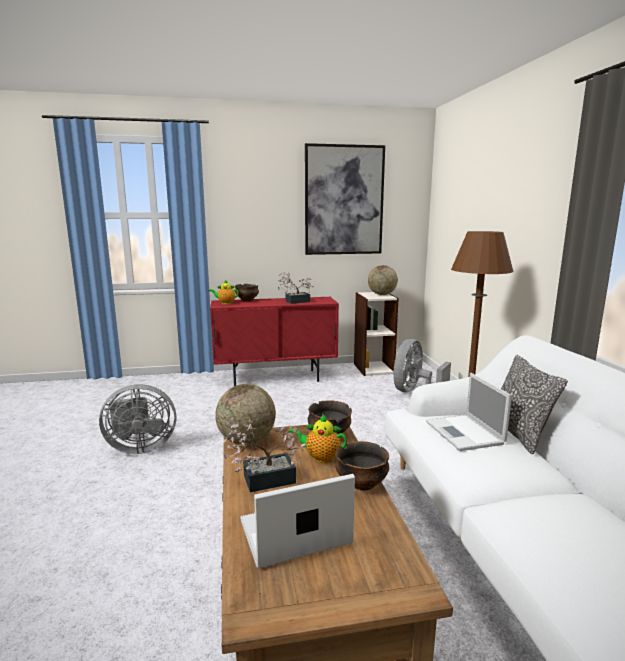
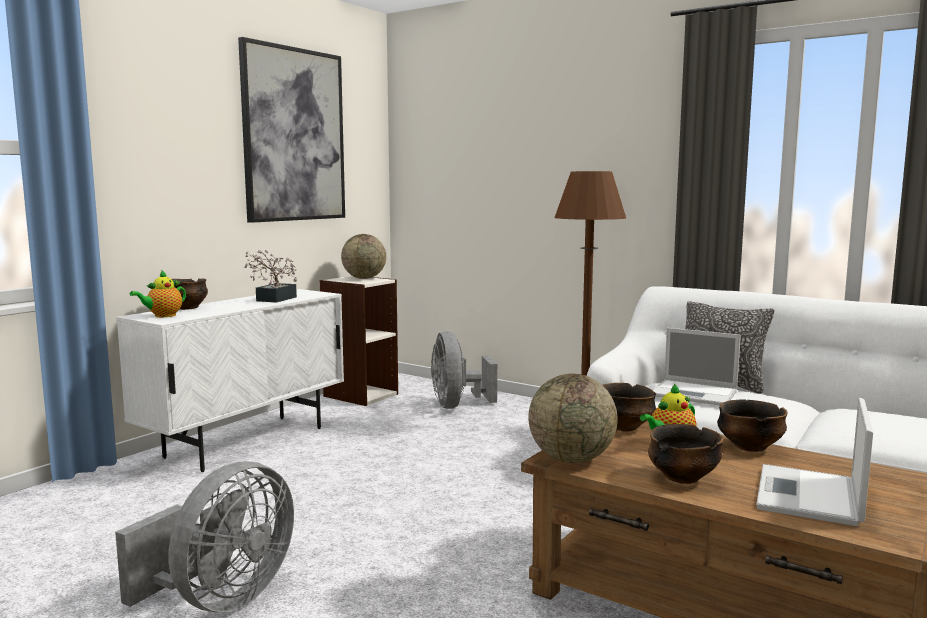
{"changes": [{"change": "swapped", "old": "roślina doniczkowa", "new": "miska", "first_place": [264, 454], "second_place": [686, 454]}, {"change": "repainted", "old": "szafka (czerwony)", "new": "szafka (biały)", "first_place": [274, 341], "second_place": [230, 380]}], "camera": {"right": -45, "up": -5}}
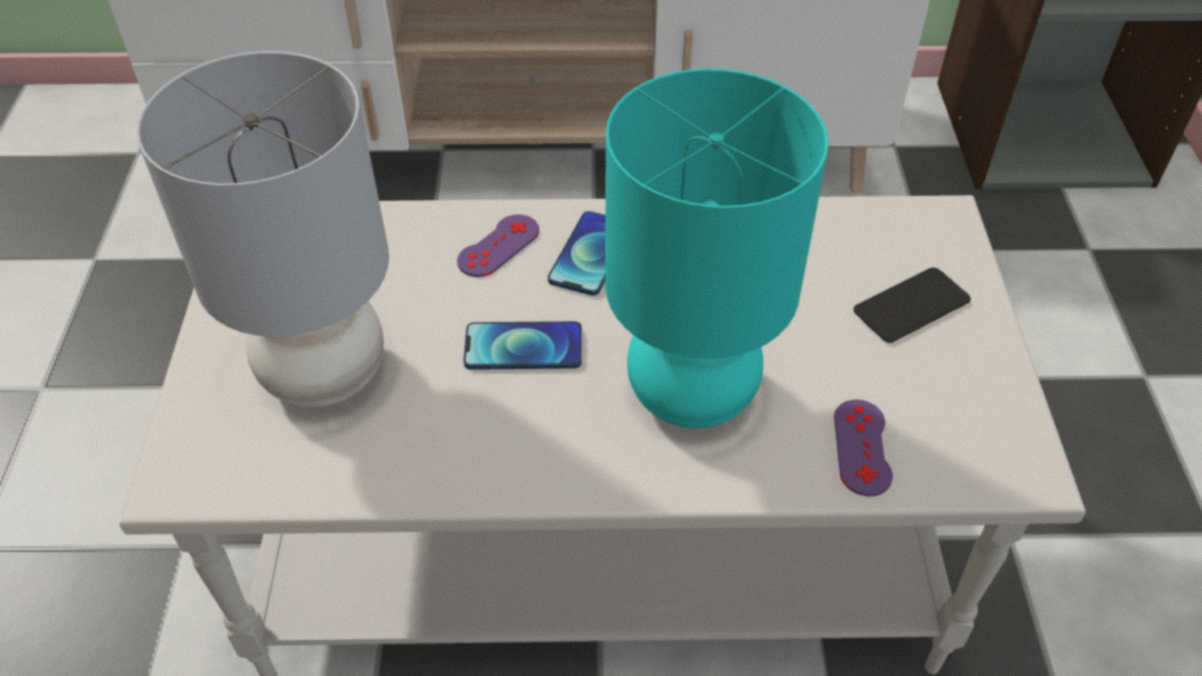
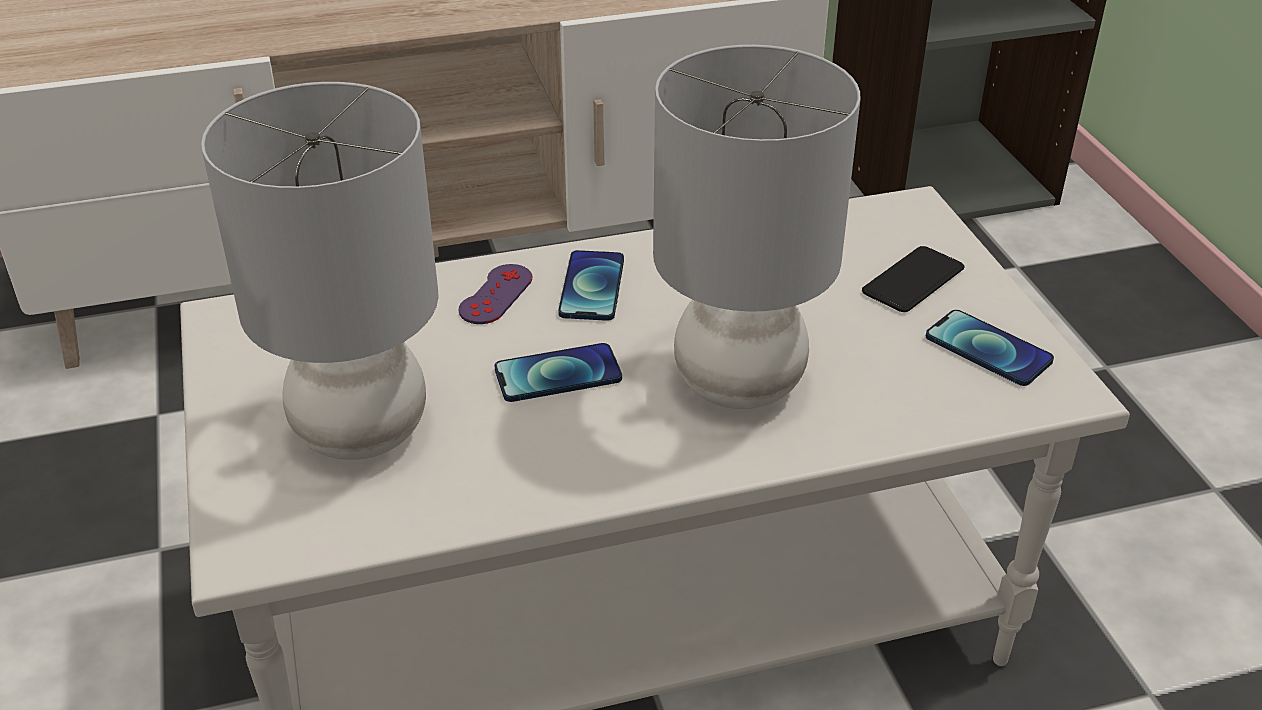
{"changes": [{"change": "gone", "old": "pad do gier (fioletowy)", "first_place": [863, 448]}, {"change": "new", "new": "telefon", "second_place": [990, 348]}, {"change": "repainted", "old": "lampa stołowa (turkusowy)", "new": "lampa stołowa (szary)", "first_place": [717, 248], "second_place": [757, 227]}], "camera": {"right": -15, "up": -10}}
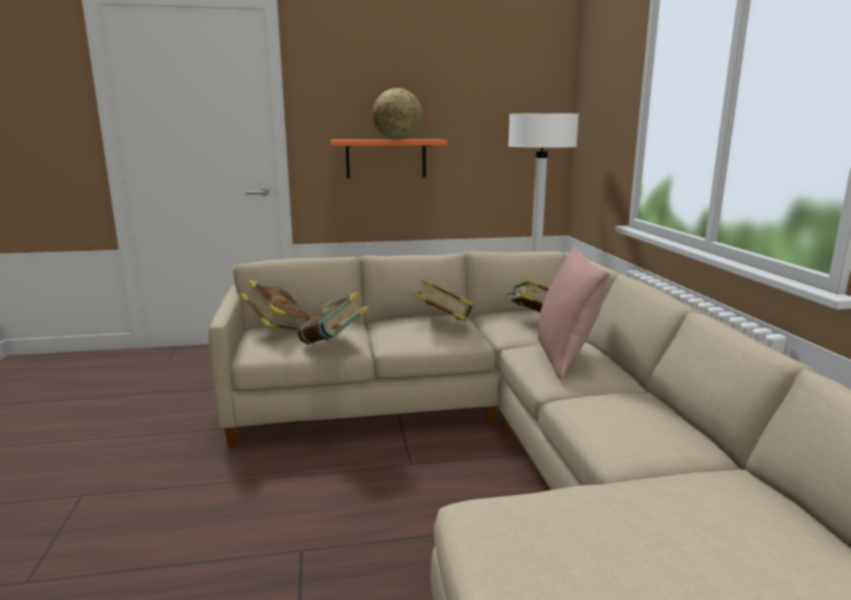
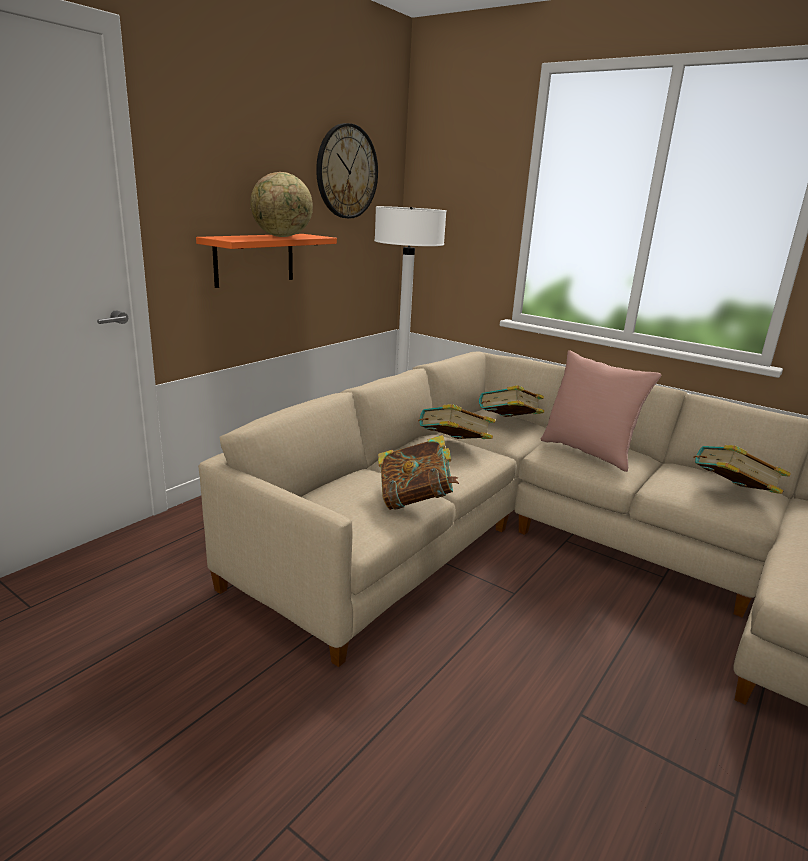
{"changes": [{"change": "new", "new": "zegar ścienny", "second_place": [347, 171]}, {"change": "shifted", "old": "książka", "first_place": [274, 305], "second_place": [742, 469]}], "camera": {"right": -45, "up": 5}}
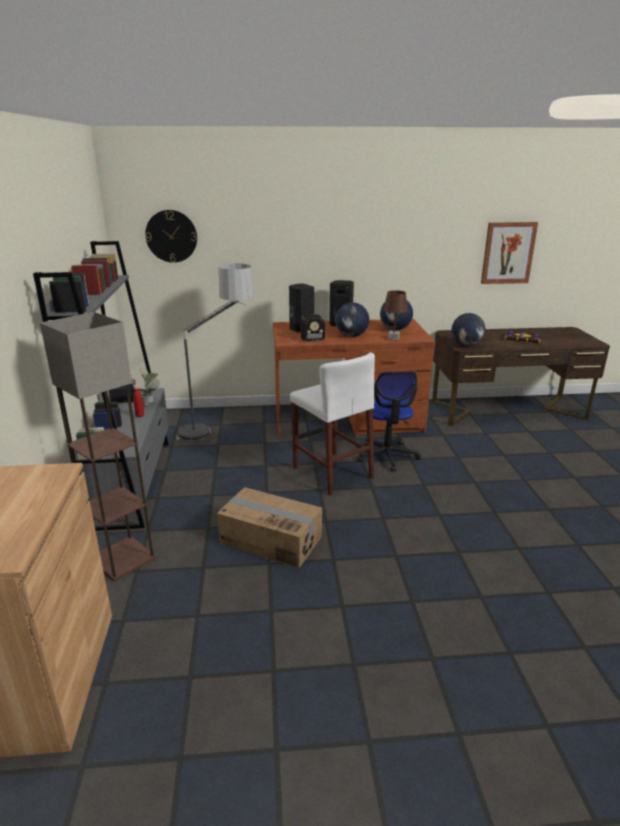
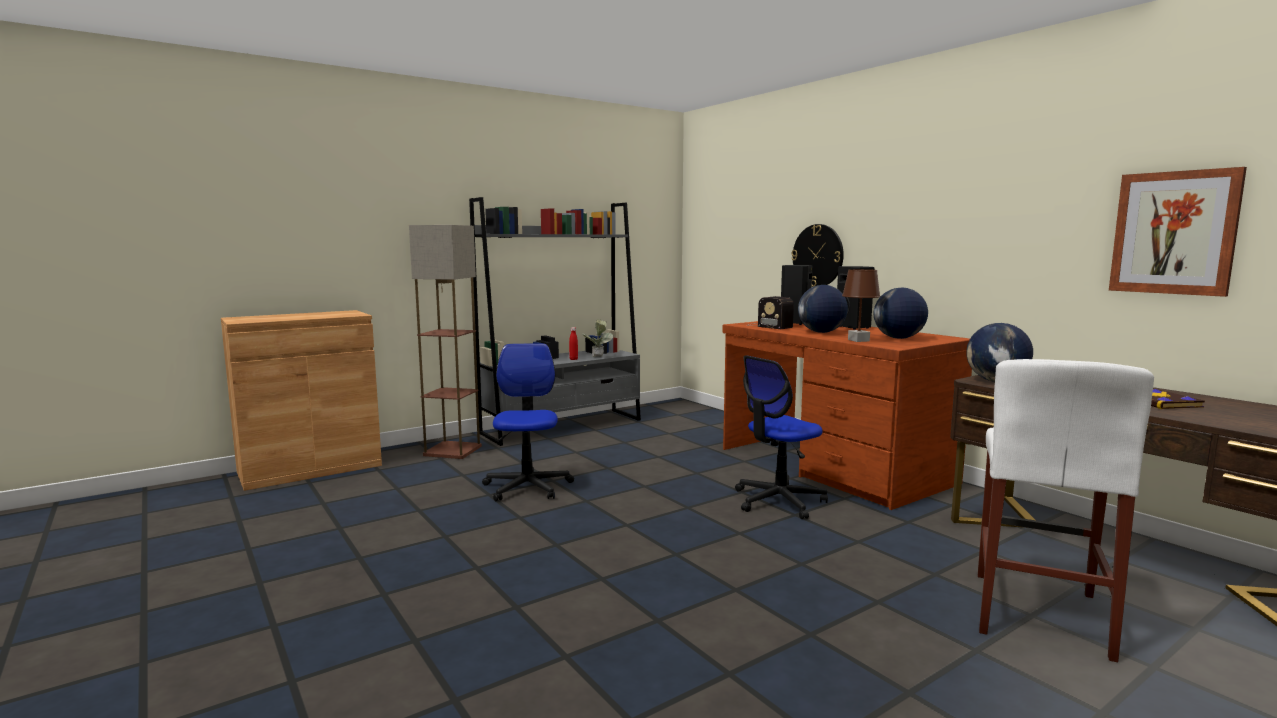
{"changes": [{"change": "gone", "old": "lampa stojąca", "first_place": [215, 352]}, {"change": "shifted", "old": "zegar ścienny", "first_place": [171, 236], "second_place": [818, 255]}, {"change": "shifted", "old": "stołek (biały)", "first_place": [332, 424], "second_place": [1066, 510]}, {"change": "swapped", "old": "karton", "new": "krzesło biurowe", "first_place": [269, 527], "second_place": [528, 422]}], "camera": {"right": 60, "up": -15}}
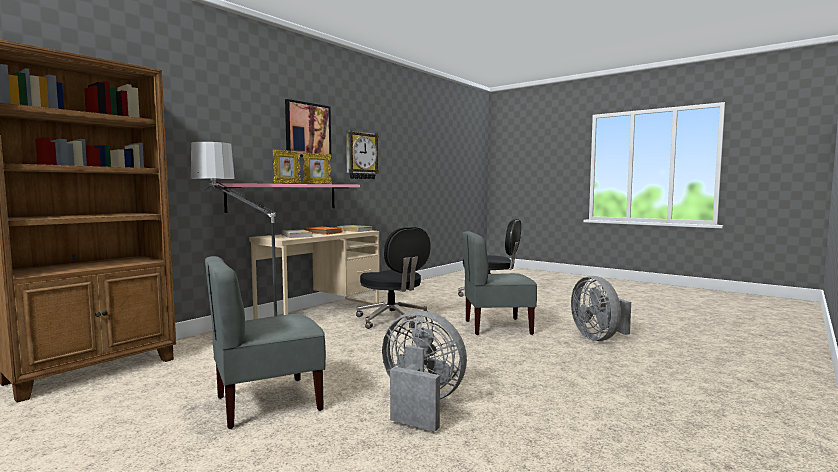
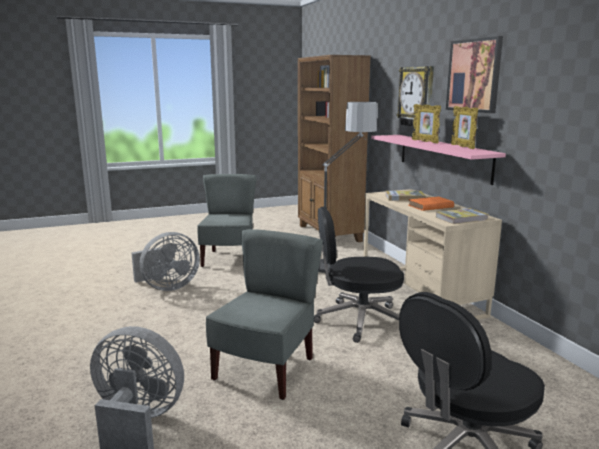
{"changes": [{"change": "shifted", "old": "zegar ścienny", "first_place": [362, 154], "second_place": [415, 96]}], "camera": {"right": 120, "up": 10}}
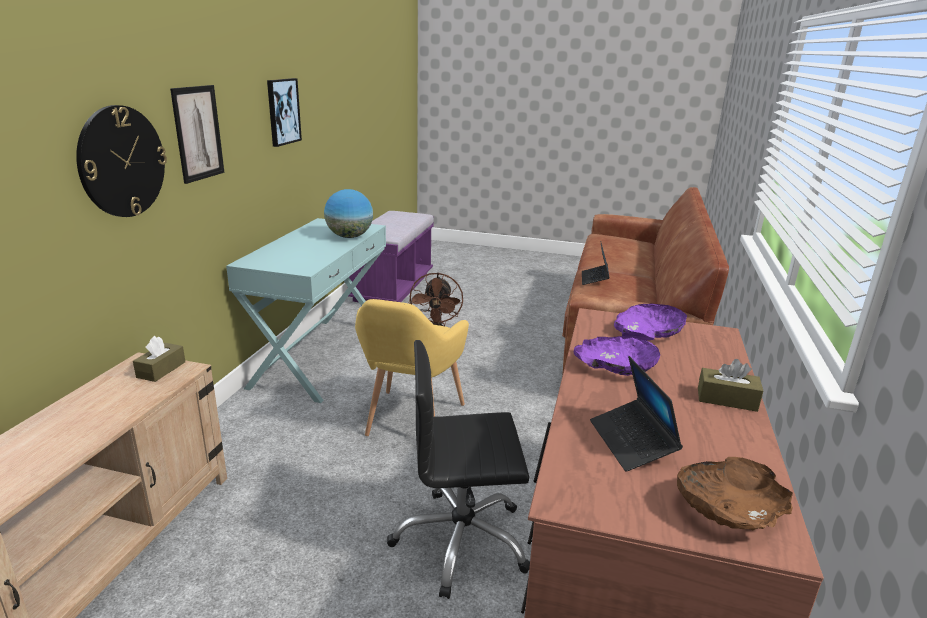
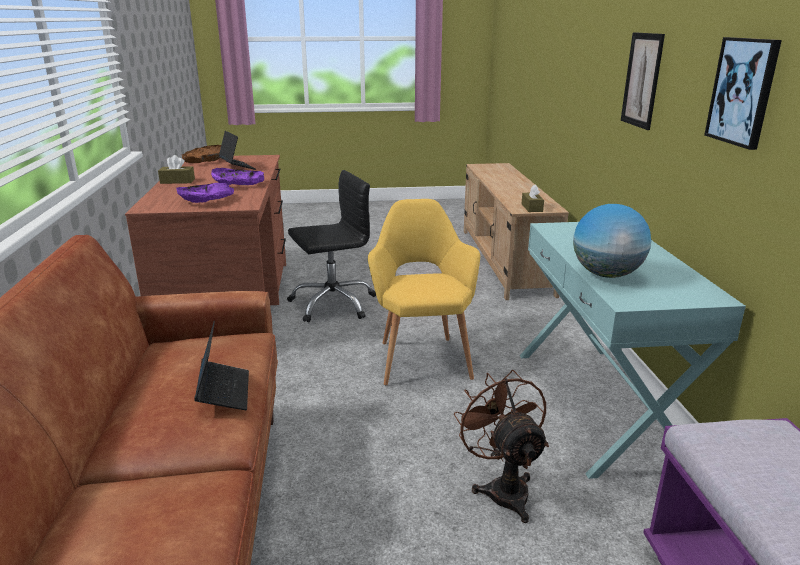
{"changes": [{"change": "gone", "old": "zegar ścienny", "first_place": [121, 161]}], "camera": {"right": 160, "up": 0}}
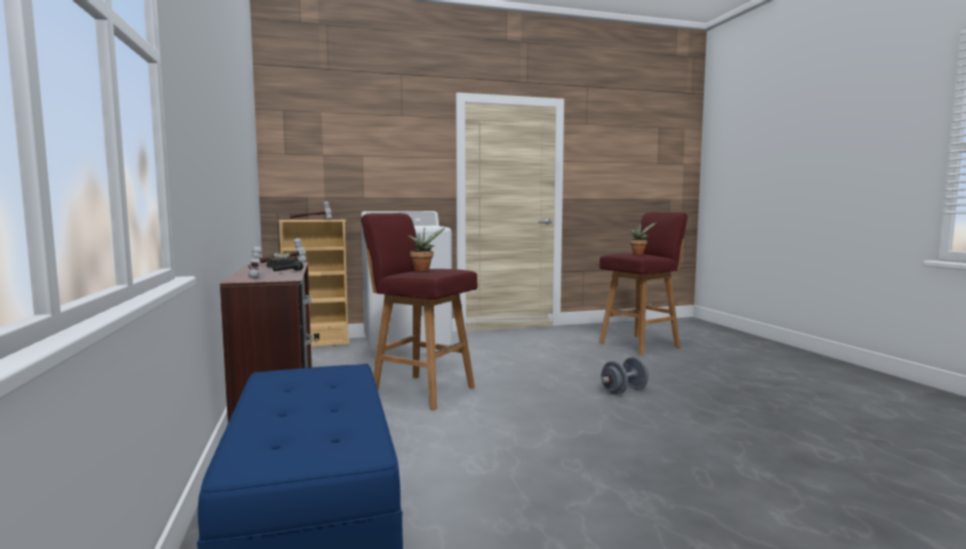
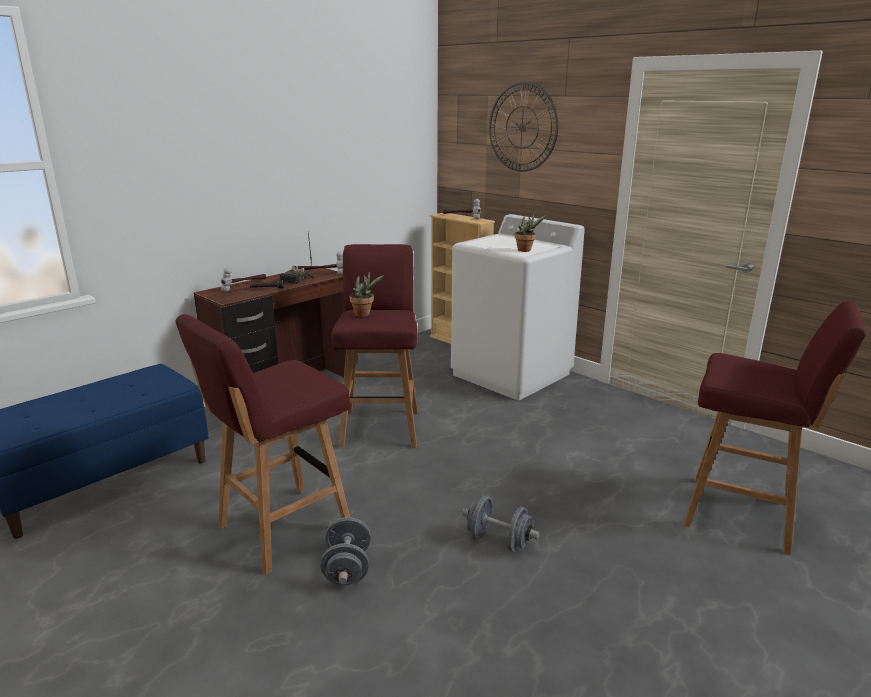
{"changes": [{"change": "new", "new": "stołek (czerwony)", "second_place": [262, 444]}, {"change": "new", "new": "hantel (szary)", "second_place": [345, 551]}, {"change": "new", "new": "zegar ścienny", "second_place": [523, 126]}, {"change": "shifted", "old": "roślina doniczkowa", "first_place": [642, 238], "second_place": [531, 232]}], "camera": {"right": 60, "up": 15}}
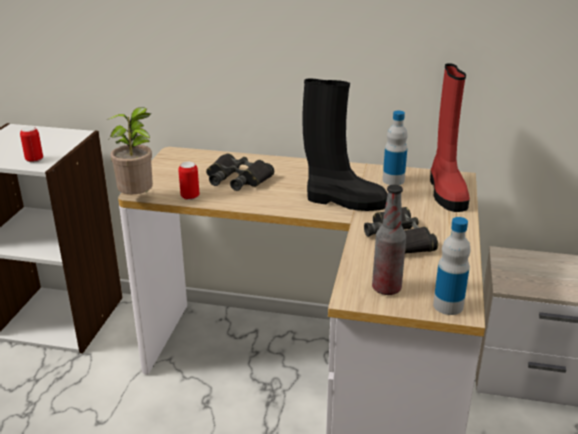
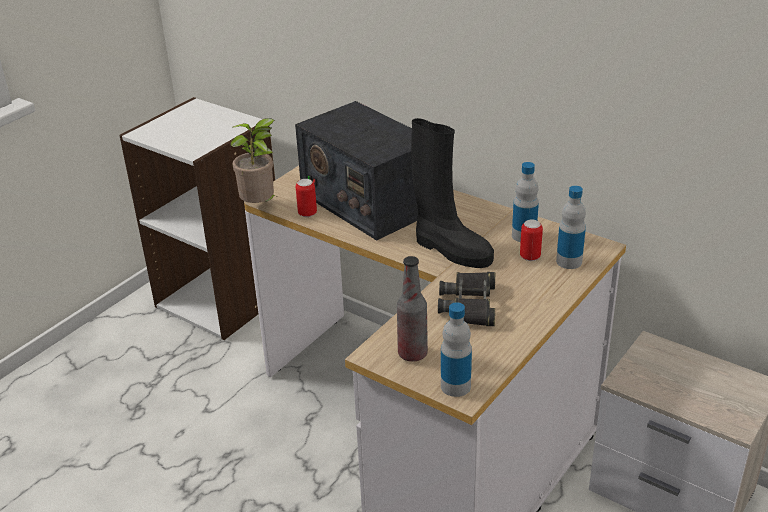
{"changes": [{"change": "shifted", "old": "puszka", "first_place": [31, 144], "second_place": [531, 240]}, {"change": "swapped", "old": "lornetka (czarny)", "new": "radio", "first_place": [240, 172], "second_place": [356, 171]}, {"change": "swapped", "old": "but z cholewką (czerwony)", "new": "butelka", "first_place": [450, 137], "second_place": [571, 227]}], "camera": {"right": 25, "up": 5}}
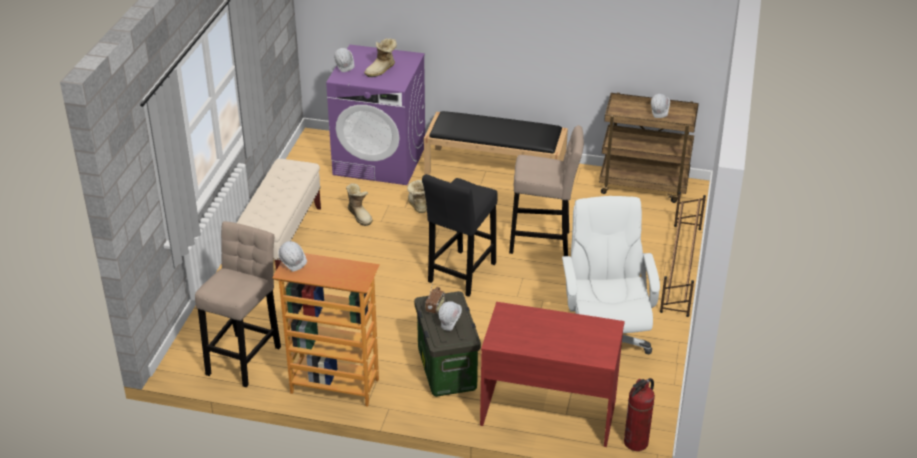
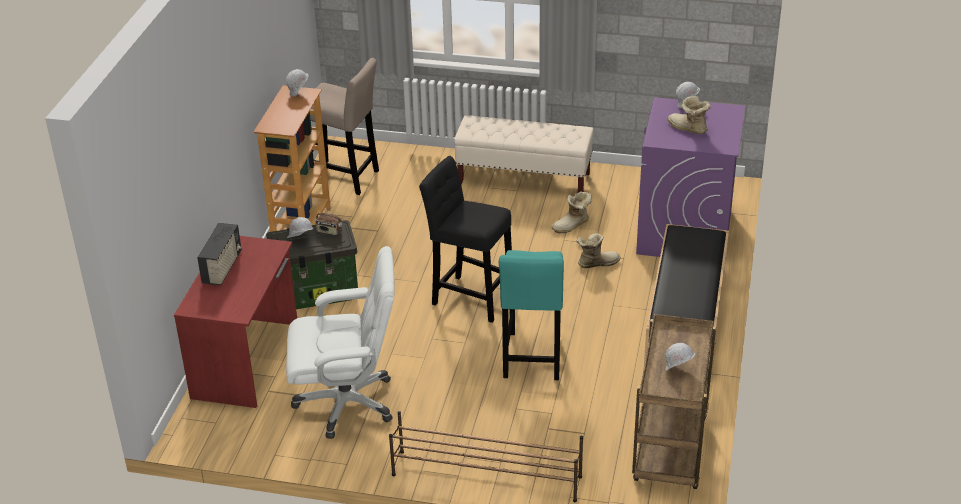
{"changes": [{"change": "gone", "old": "gaśnica", "first_place": [639, 414]}, {"change": "new", "new": "radio", "second_place": [219, 254]}, {"change": "repainted", "old": "stołek (beżowy)", "new": "stołek (turkusowy)", "first_place": [546, 190], "second_place": [531, 315]}], "camera": {"right": 90, "up": 0}}
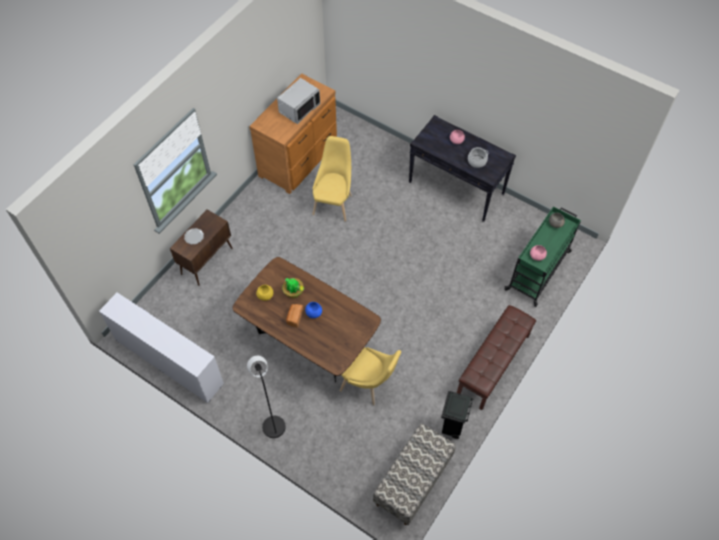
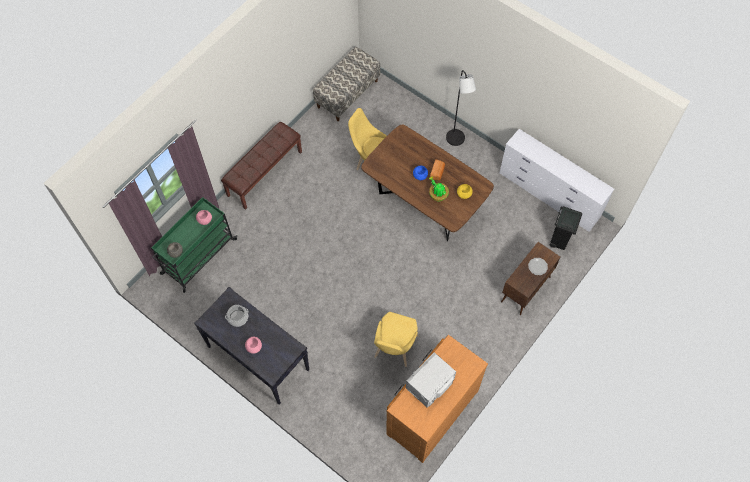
{"changes": [{"change": "shifted", "old": "kosz na śmieci (czarny)", "first_place": [457, 415], "second_place": [565, 228]}], "camera": {"right": -175, "up": 5}}
